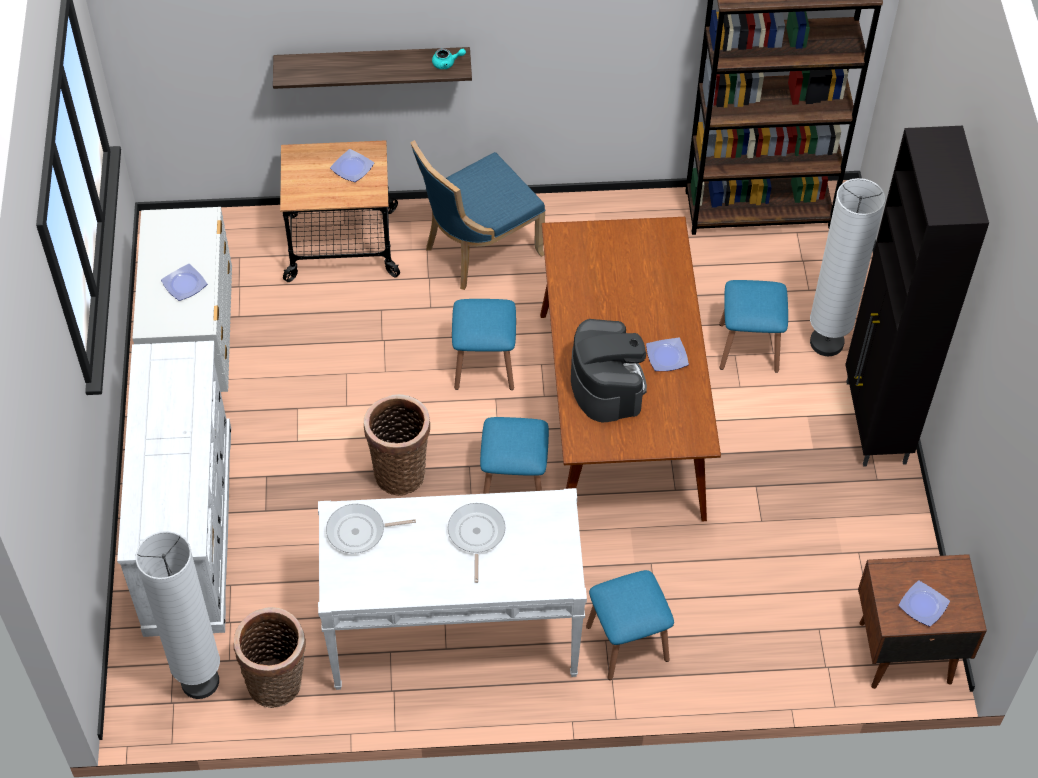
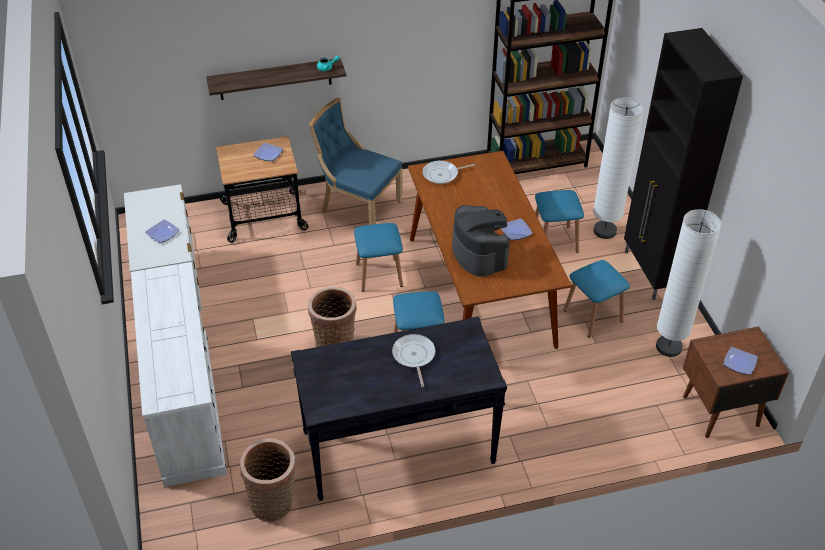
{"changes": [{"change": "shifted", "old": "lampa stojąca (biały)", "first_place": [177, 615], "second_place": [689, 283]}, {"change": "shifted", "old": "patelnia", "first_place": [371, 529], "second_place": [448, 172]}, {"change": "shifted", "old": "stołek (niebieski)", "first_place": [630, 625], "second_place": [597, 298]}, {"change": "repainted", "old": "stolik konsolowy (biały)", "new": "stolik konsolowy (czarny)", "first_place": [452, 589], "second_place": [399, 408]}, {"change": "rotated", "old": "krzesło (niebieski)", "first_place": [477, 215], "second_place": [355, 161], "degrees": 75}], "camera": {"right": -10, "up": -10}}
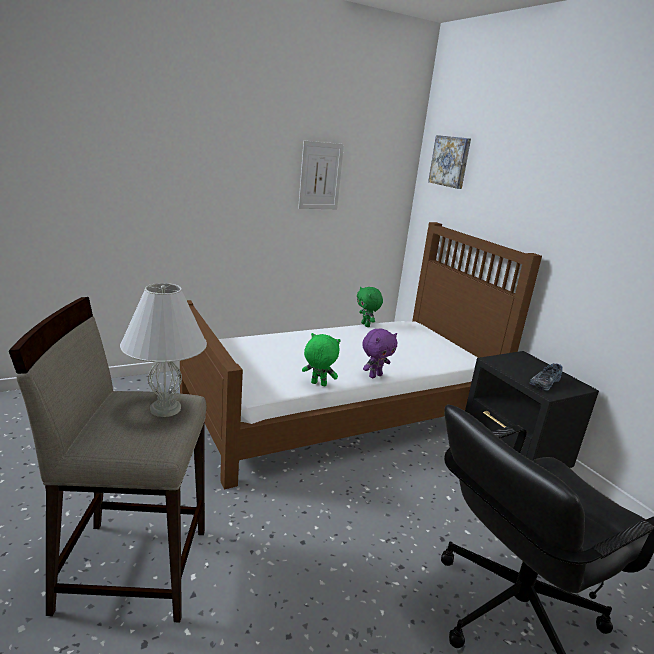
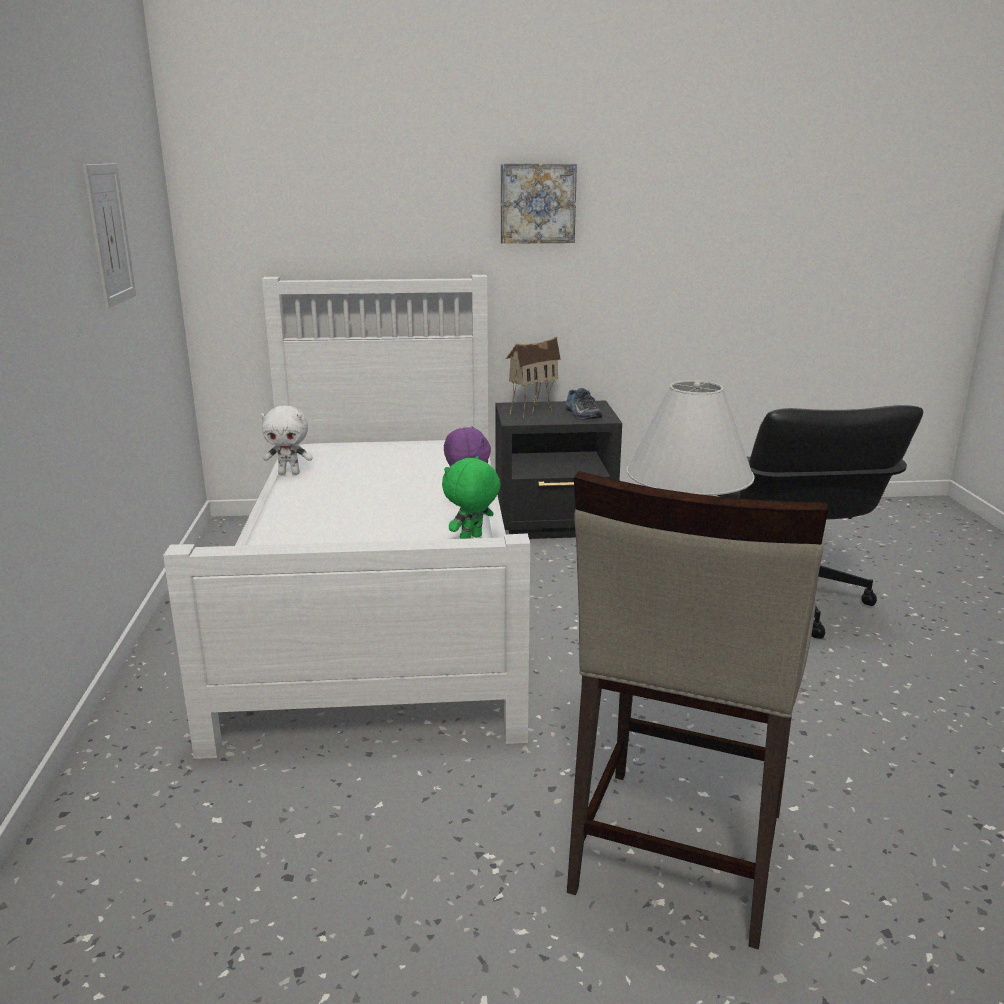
{"changes": [{"change": "new", "new": "domek", "second_place": [533, 377]}, {"change": "shifted", "old": "obraz", "first_place": [449, 162], "second_place": [539, 204]}, {"change": "repainted", "old": "łóżko (brązowy)", "new": "łóżko (biały)", "first_place": [361, 356], "second_place": [346, 517]}, {"change": "repainted", "old": "pluszak (zielony)", "new": "pluszak (biały)", "first_place": [370, 307], "second_place": [287, 440]}], "camera": {"right": -65, "up": 0}}
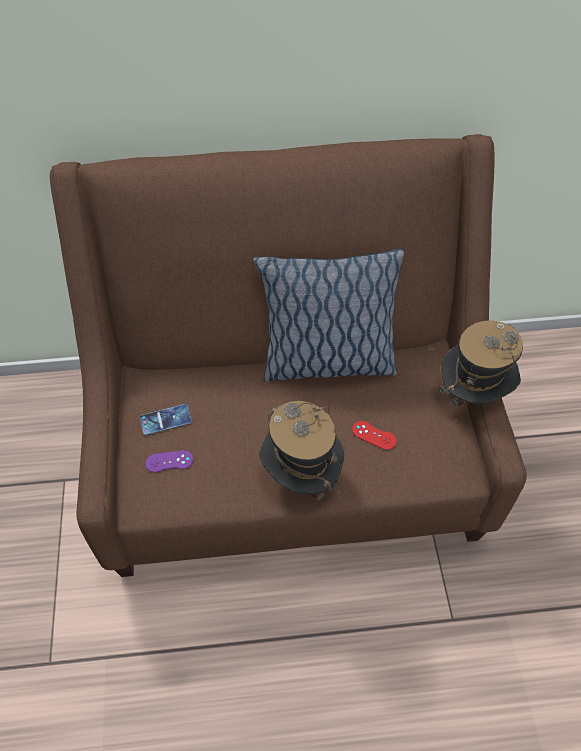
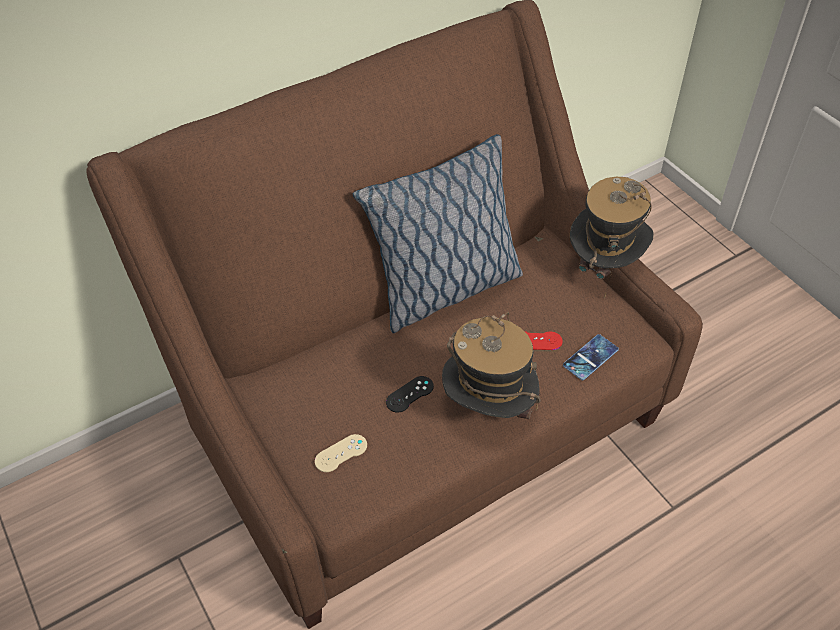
{"changes": [{"change": "new", "new": "pad do gier (czarny)", "second_place": [410, 394]}, {"change": "shifted", "old": "telefon", "first_place": [166, 419], "second_place": [591, 357]}, {"change": "repainted", "old": "pad do gier (fioletowy)", "new": "pad do gier (beżowy)", "first_place": [169, 461], "second_place": [341, 453]}], "camera": {"right": -25, "up": -5}}
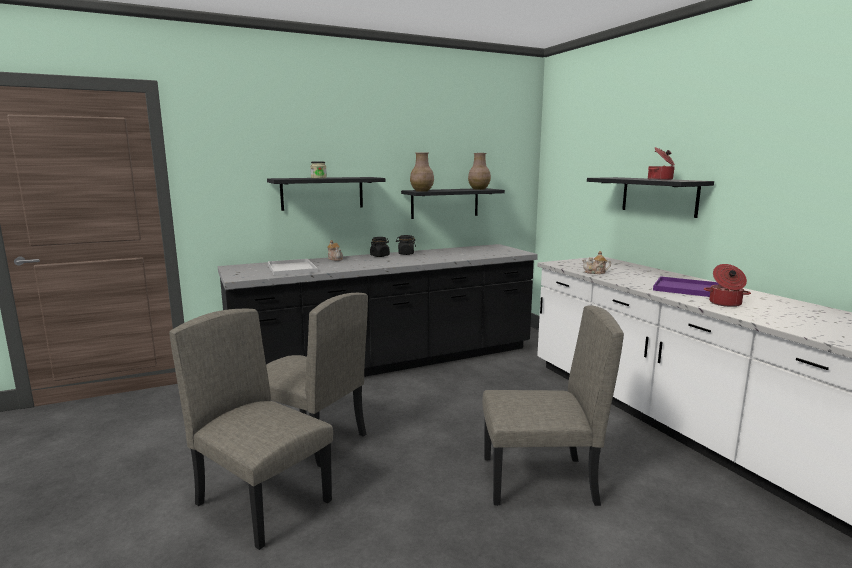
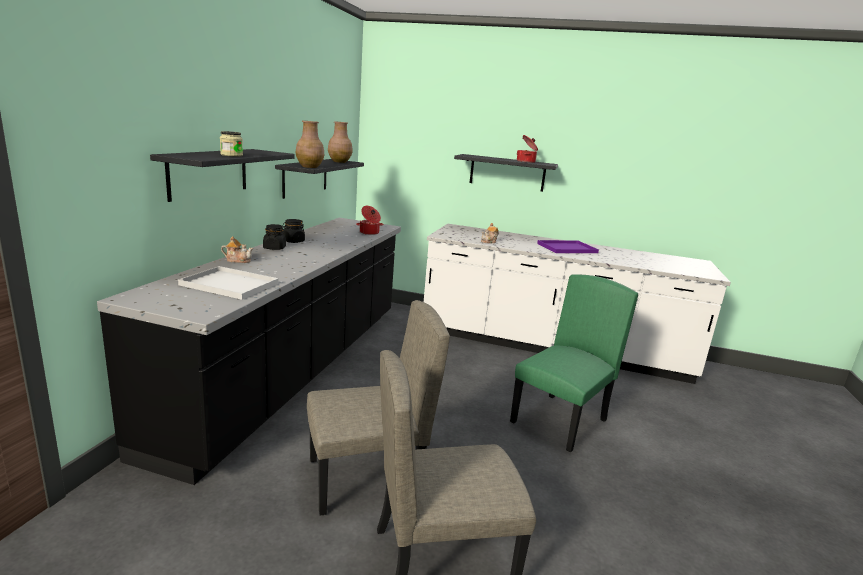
{"changes": [{"change": "shifted", "old": "garnek", "first_place": [727, 285], "second_place": [369, 220]}, {"change": "repainted", "old": "krzesło (beżowy)", "new": "krzesło (zielony)", "first_place": [553, 405], "second_place": [574, 363]}], "camera": {"right": -50, "up": 5}}
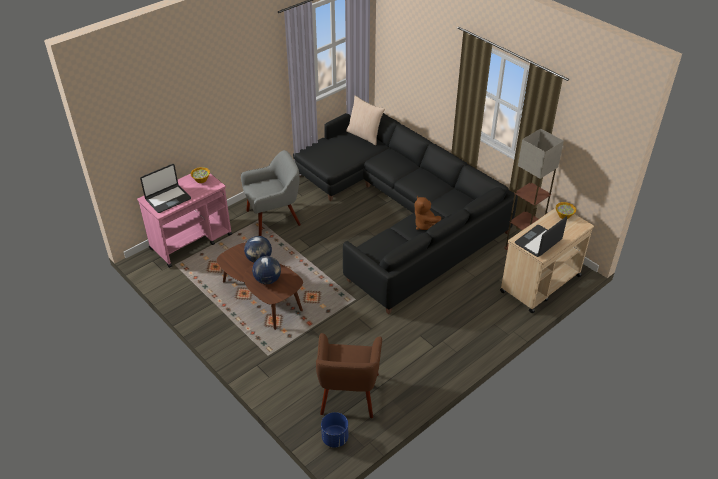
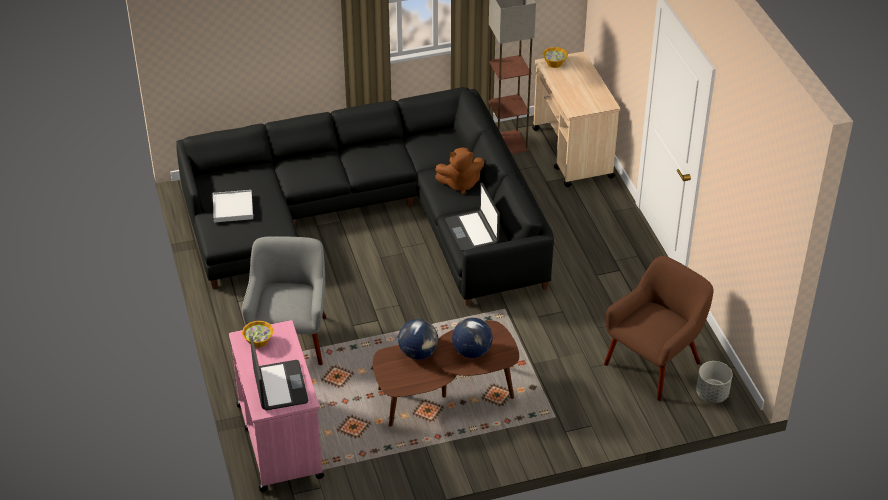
{"changes": [{"change": "gone", "old": "poduszka (beżowy)", "first_place": [365, 120]}, {"change": "new", "new": "taca (biały)", "second_place": [233, 206]}, {"change": "shifted", "old": "laptop", "first_place": [541, 237], "second_place": [472, 217]}, {"change": "repainted", "old": "donica (niebieski)", "new": "donica (szary)", "first_place": [334, 430], "second_place": [714, 382]}, {"change": "rotated", "old": "fotel (brązowy)", "first_place": [349, 375], "second_place": [658, 328], "degrees": -75}], "camera": {"right": -65, "up": 0}}
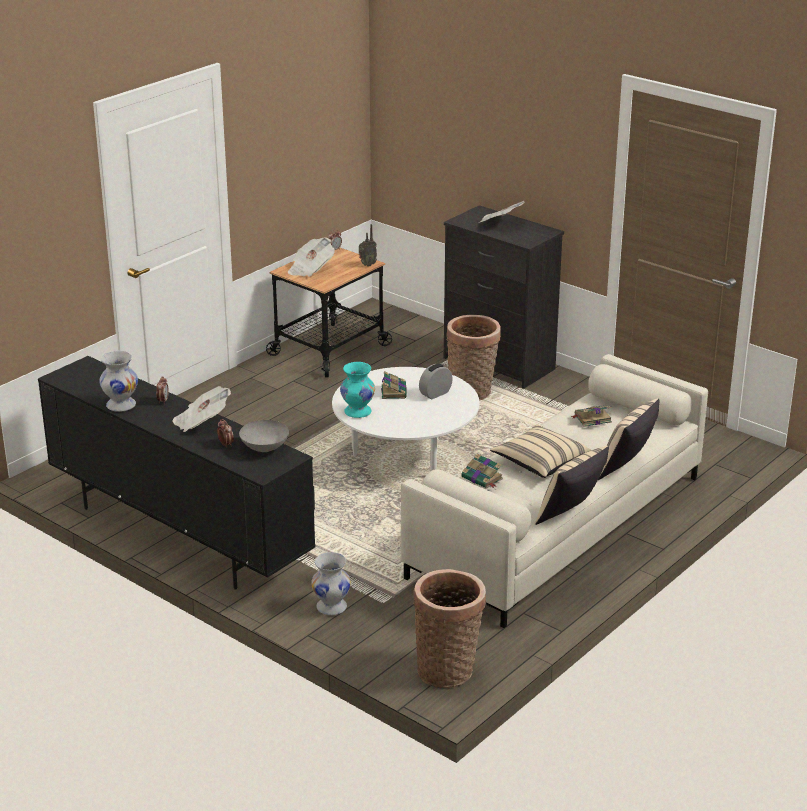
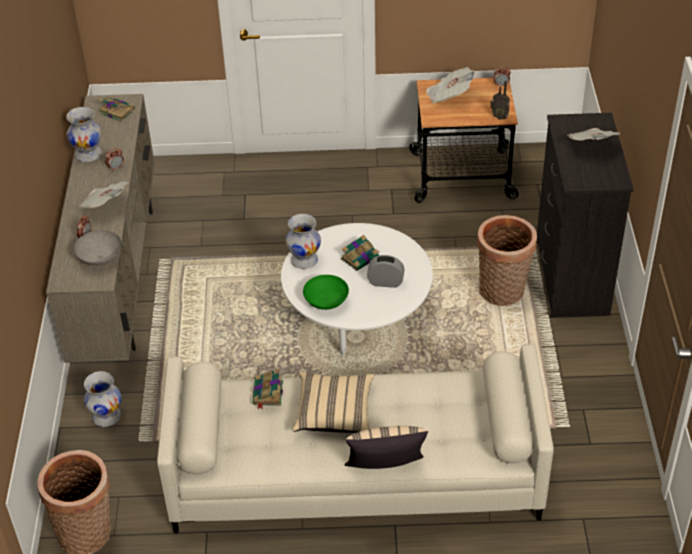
{"changes": [{"change": "gone", "old": "poduszka (beżowy)", "first_place": [572, 485]}, {"change": "new", "new": "miska (zielony)", "second_place": [326, 292]}, {"change": "shifted", "old": "książka", "first_place": [591, 416], "second_place": [116, 109]}, {"change": "repainted", "old": "szafka pod telewizor (czarny)", "new": "szafka pod telewizor (beżowy)", "first_place": [177, 473], "second_place": [100, 228]}, {"change": "repainted", "old": "wazon (turkusowy)", "new": "wazon (biały)", "first_place": [357, 390], "second_place": [303, 241]}], "camera": {"right": 50, "up": 15}}
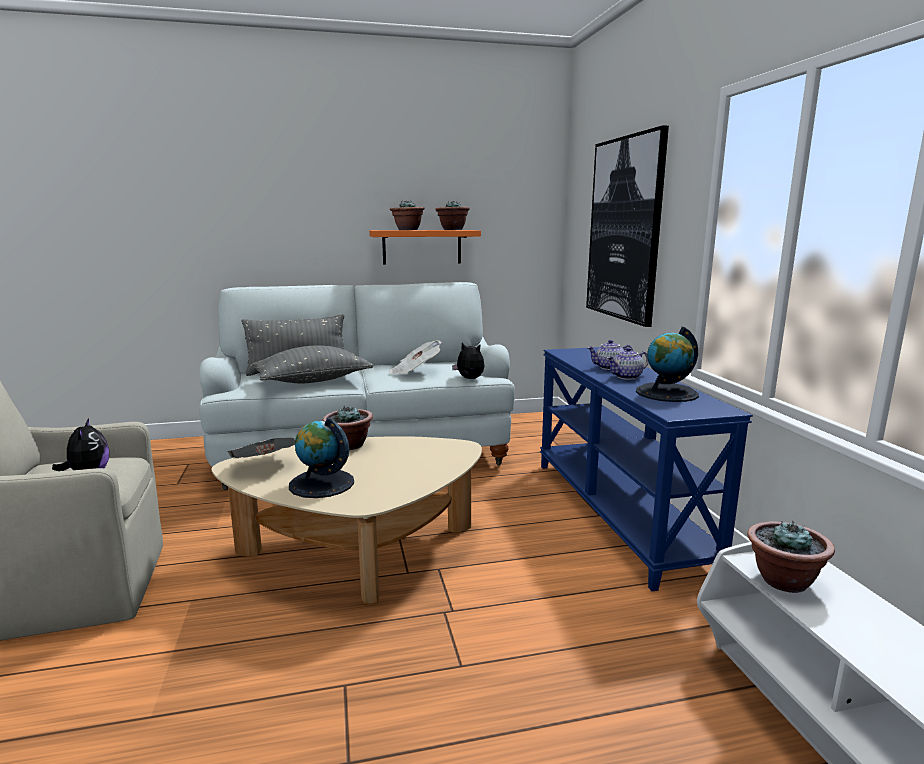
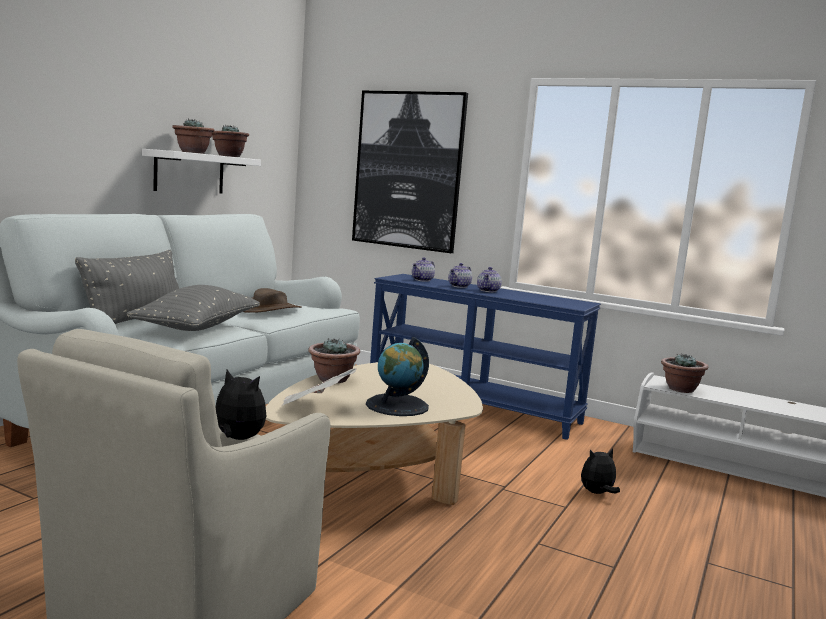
{"changes": [{"change": "gone", "old": "globus", "first_place": [667, 364]}, {"change": "new", "new": "imbryk", "second_place": [423, 269]}, {"change": "shifted", "old": "pluszak", "first_place": [468, 361], "second_place": [600, 471]}, {"change": "swapped", "old": "gazeta", "new": "kapelusz (brązowy)", "first_place": [415, 357], "second_place": [272, 300]}, {"change": "repainted", "old": "półka (pomarańczowy)", "new": "półka (biały)", "first_place": [425, 247], "second_place": [201, 171]}], "camera": {"right": -50, "up": -5}}
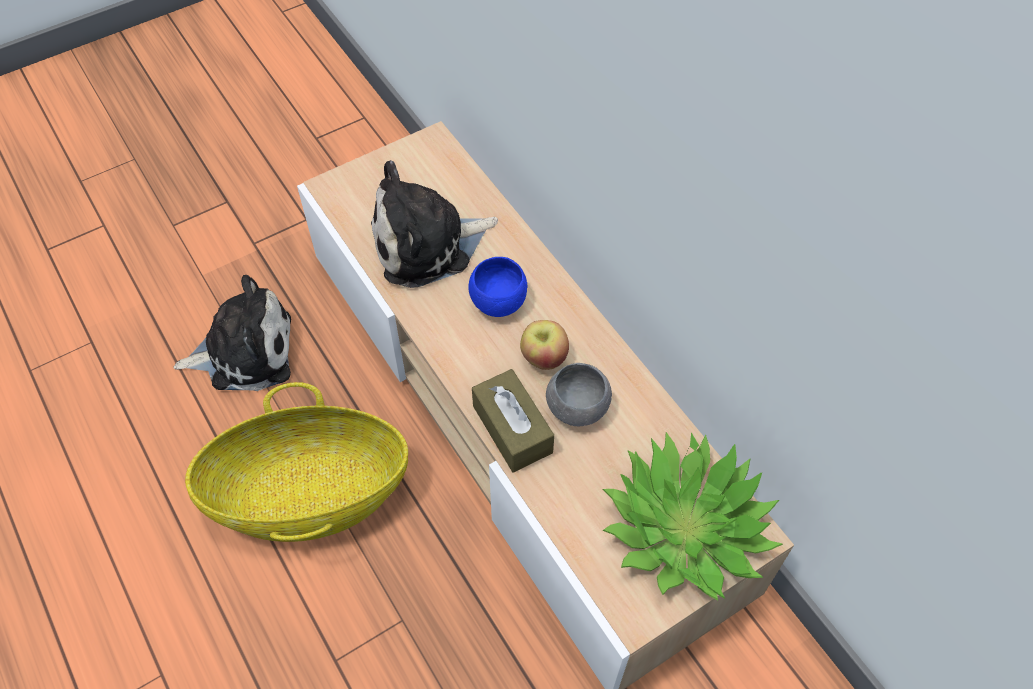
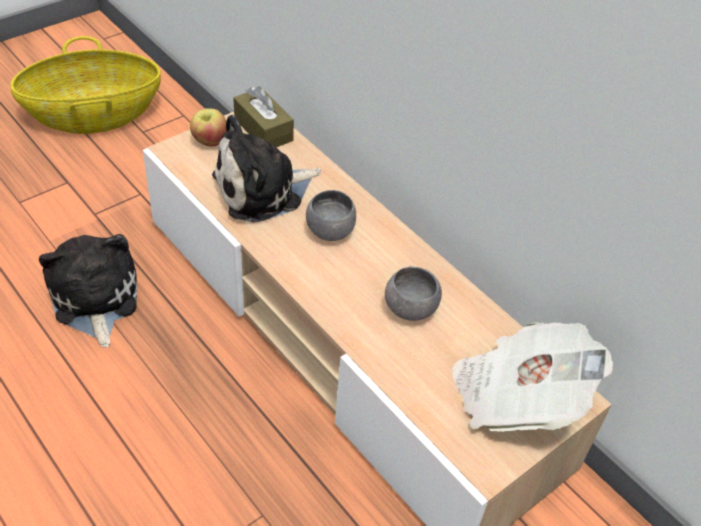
{"changes": [{"change": "shifted", "old": "koszyk", "first_place": [296, 462], "second_place": [85, 85]}, {"change": "shifted", "old": "pudełko chusteczek (brązowy)", "first_place": [513, 421], "second_place": [263, 116]}, {"change": "shifted", "old": "jabłko", "first_place": [544, 345], "second_place": [208, 127]}, {"change": "swapped", "old": "roślina doniczkowa", "new": "gazeta", "first_place": [692, 516], "second_place": [532, 377]}, {"change": "repainted", "old": "miska (niebieski)", "new": "miska (szary)", "first_place": [497, 287], "second_place": [331, 215]}, {"change": "rotated", "old": "pluszak", "first_place": [232, 333], "second_place": [88, 291], "degrees": -90}], "camera": {"right": -10, "up": -10}}
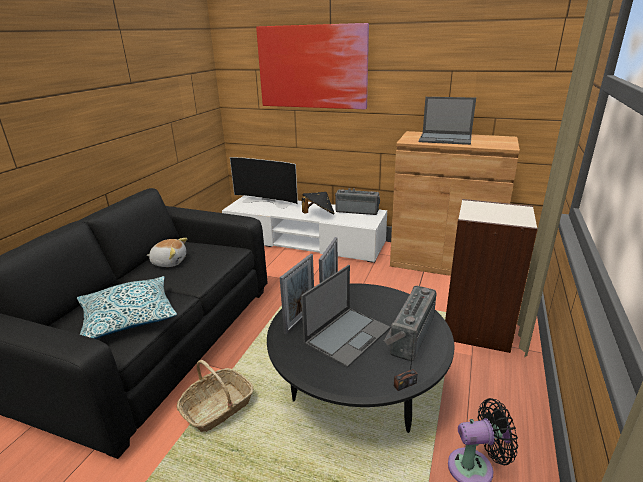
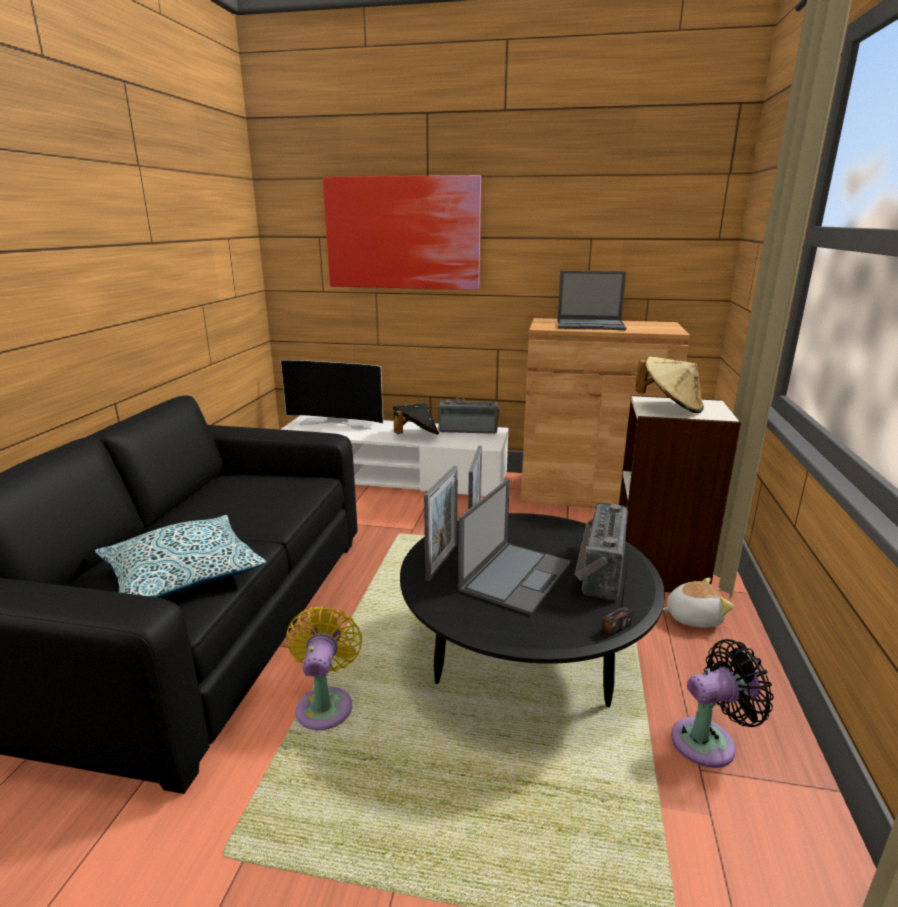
{"changes": [{"change": "new", "new": "kapelusz (beżowy)", "second_place": [669, 385]}, {"change": "shifted", "old": "pluszak", "first_place": [167, 252], "second_place": [698, 603]}, {"change": "swapped", "old": "koszyk", "new": "wentylator (żółty)", "first_place": [215, 396], "second_place": [324, 668]}], "camera": {"right": -10, "up": -5}}
